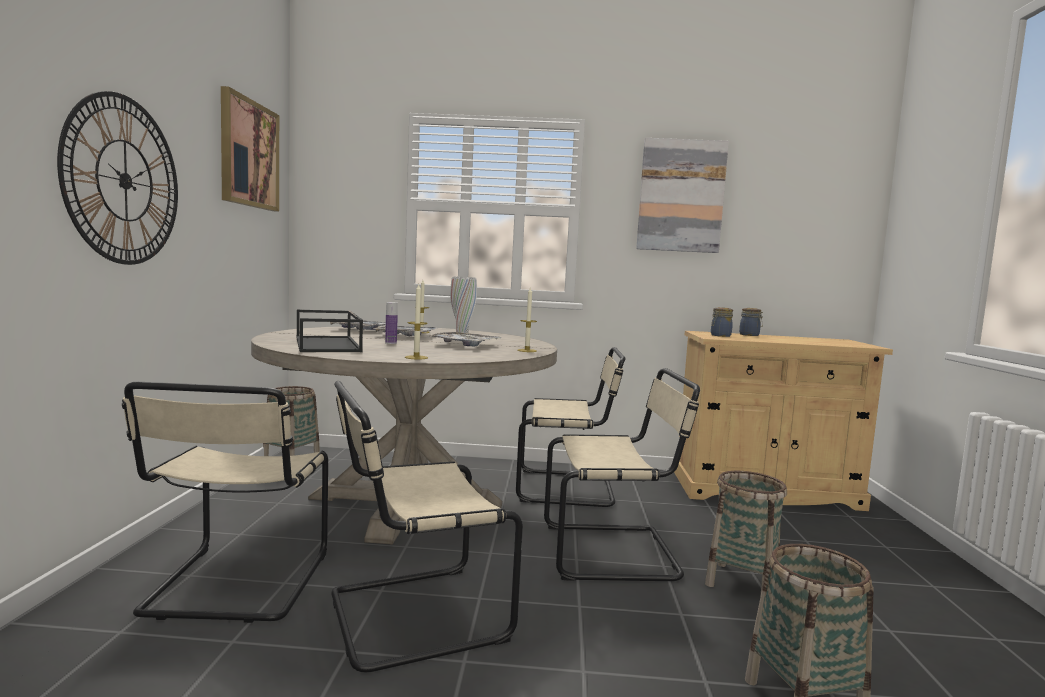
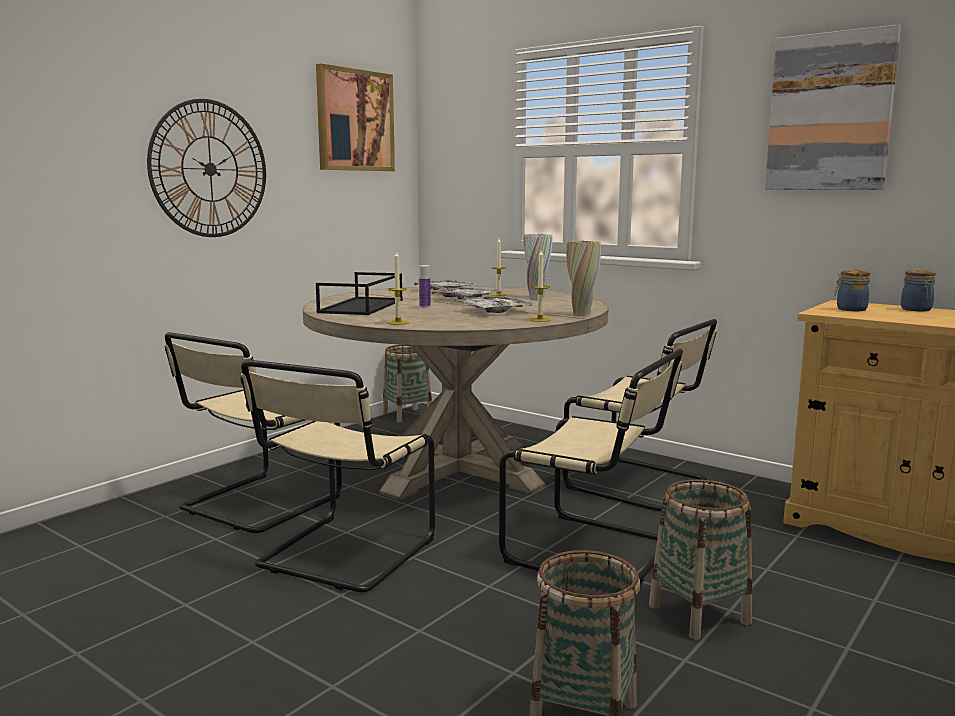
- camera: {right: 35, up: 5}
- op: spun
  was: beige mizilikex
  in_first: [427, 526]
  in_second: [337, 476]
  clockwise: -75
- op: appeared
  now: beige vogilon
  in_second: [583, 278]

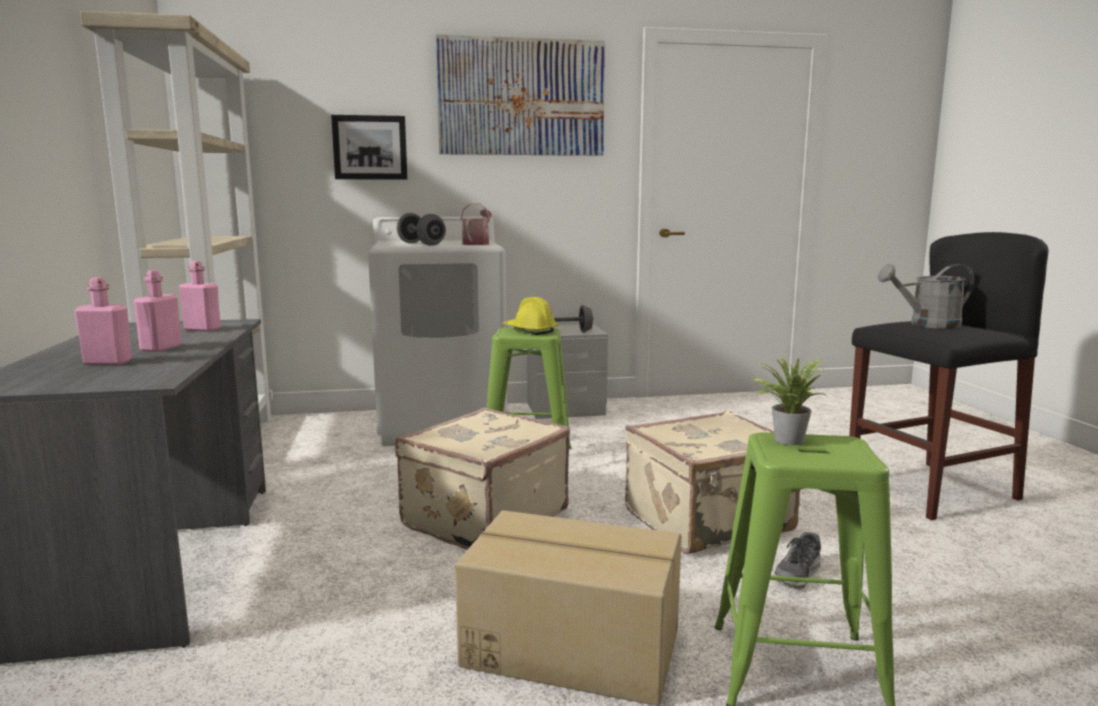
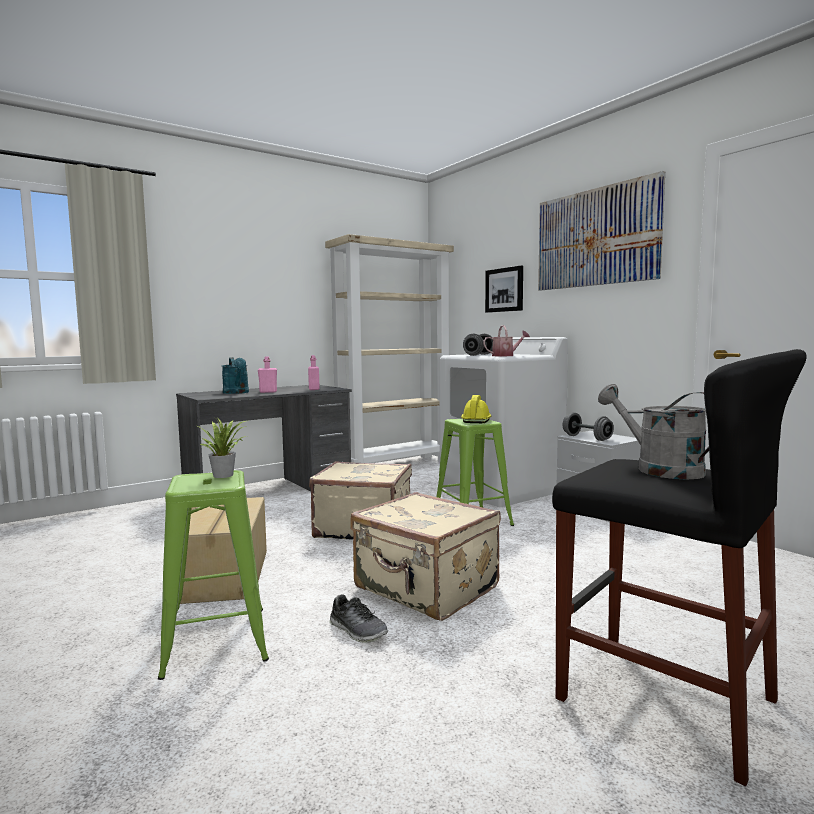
- camera: {right: 65, up: -5}
- op: exchanged
  was: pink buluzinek
  now: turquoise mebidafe
  in_first: [103, 321]
  in_second: [235, 375]
- op: spun
  was: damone
  in_first: [797, 560]
  in_second: [358, 618]
  clockwise: -150

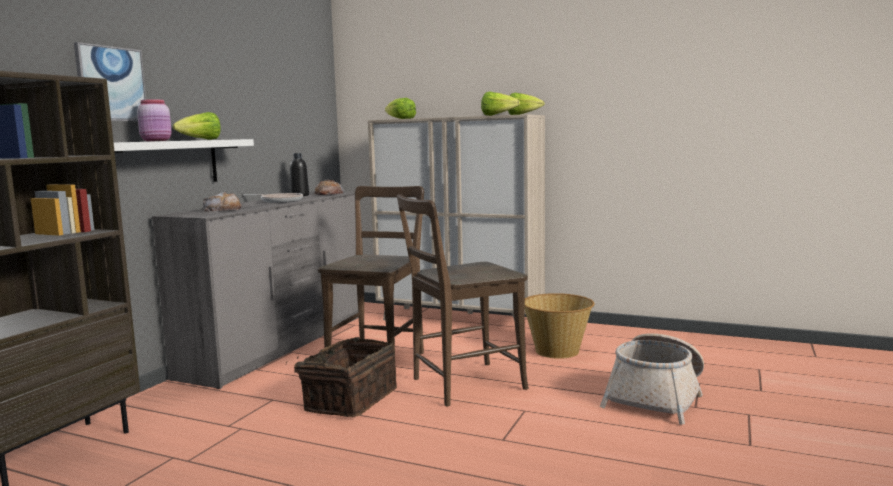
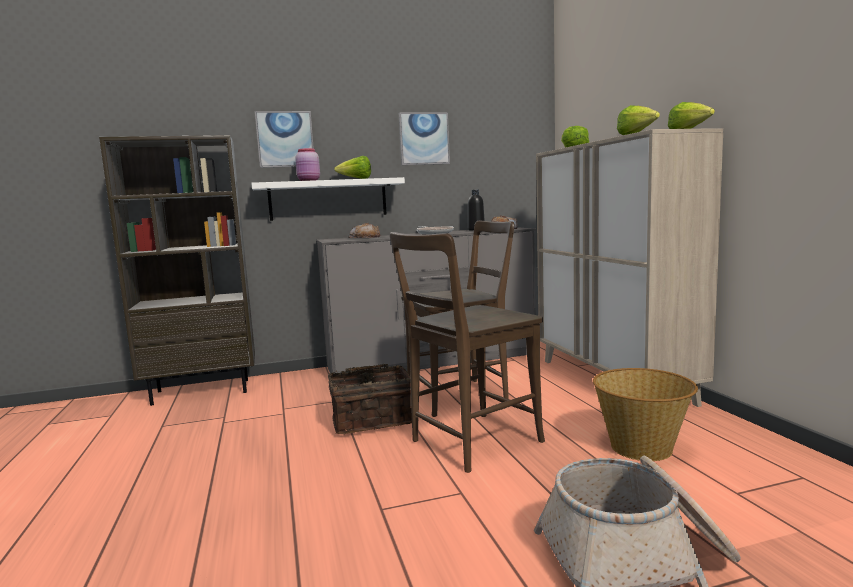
- camera: {right: 50, up: 0}
- op: spun
  was: brown mizilikex
  in_first: [463, 300]
  in_second: [467, 352]
  clockwise: -60
- op: appeared
  now: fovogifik
  in_second: [424, 139]

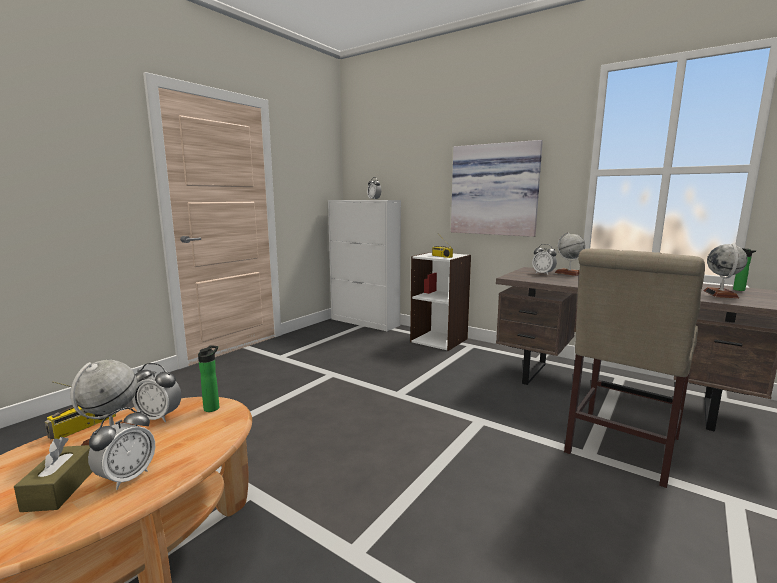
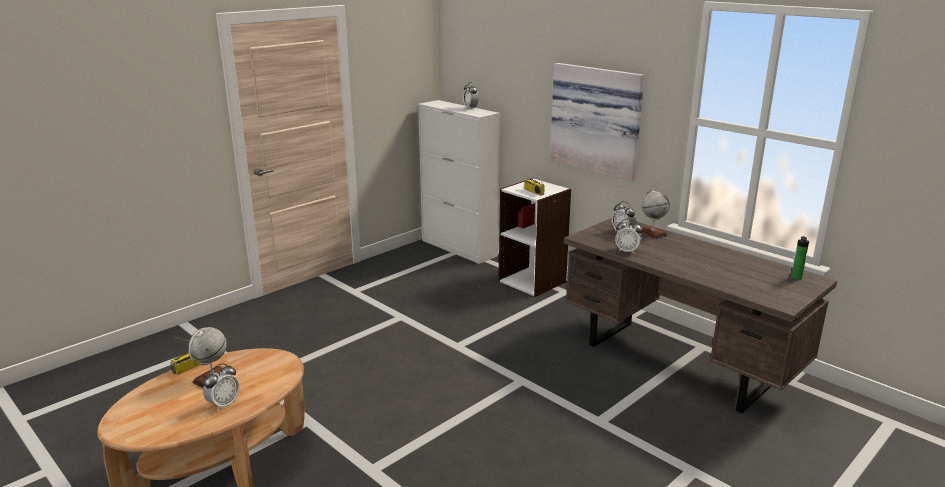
- camera: {right: 10, up: 10}
- op: relocated
  was: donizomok
  in_first: [156, 392]
  in_second: [628, 236]
- op: missing
  was: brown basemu
  in_first: [53, 474]
- op: missing
  was: buluzinek
  in_first: [208, 378]
- op: missing
  was: beige mizilikex
  in_first: [634, 368]
- op: missing
  was: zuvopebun
  in_first: [725, 270]

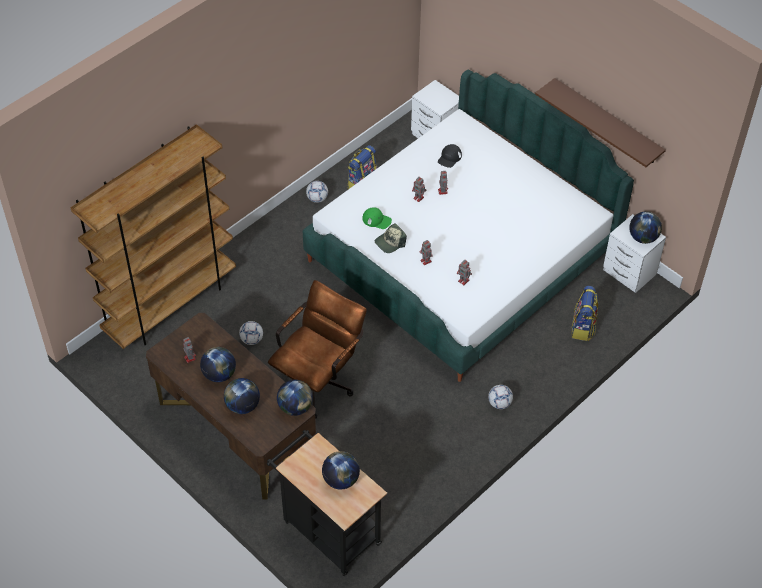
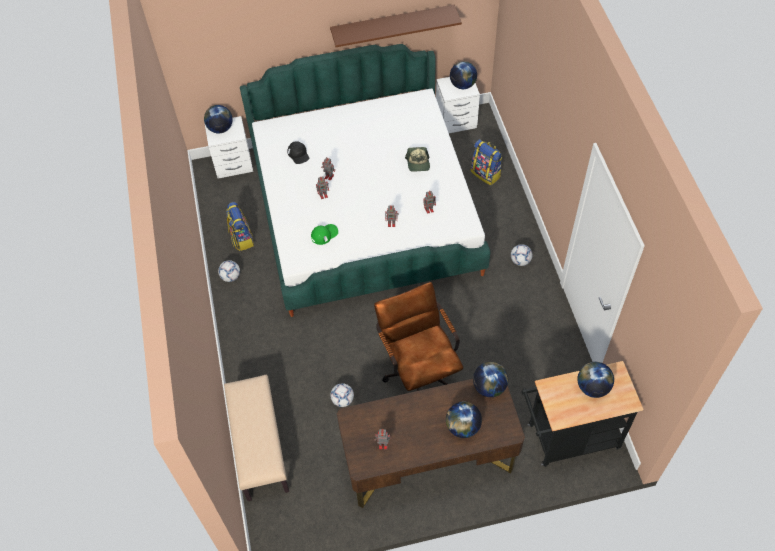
- camera: {right: -55, up: 5}
- op: relocated
  was: zuvopebun
  in_first: [218, 364]
  in_second: [218, 119]
- op: exchanged
  was: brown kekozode
  now: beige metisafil
  in_first: [153, 236]
  in_second: [256, 438]
- op: relocated
  was: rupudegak
  in_first: [391, 238]
  in_second: [417, 159]

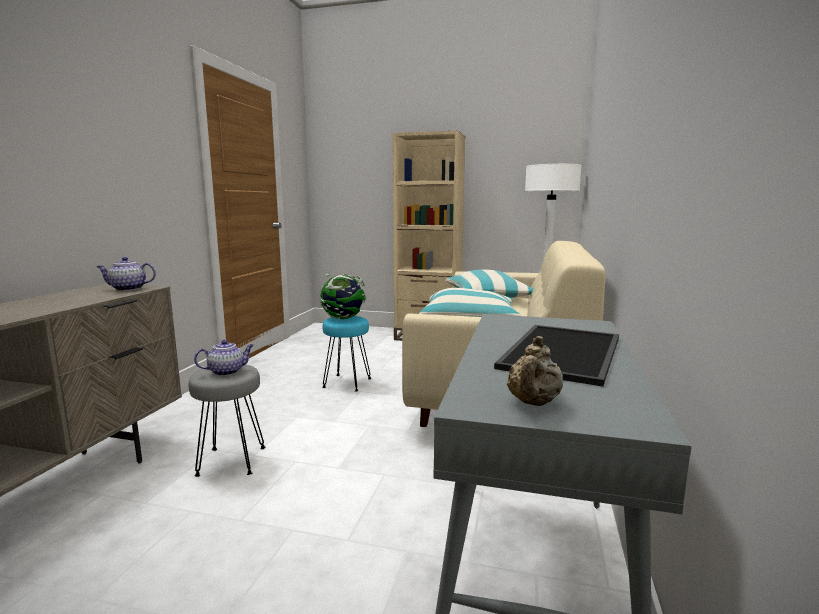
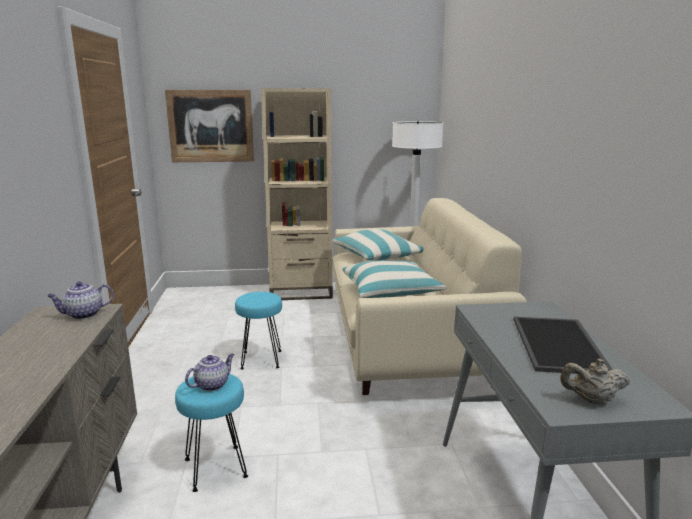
- camera: {right: -20, up: 5}
- op: appeared
  now: fovogifik
  in_second: [209, 126]
- op: colour
  was: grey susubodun
  now: turquoise susubodun
  in_first: [227, 421]
  in_second: [211, 433]
- op: spun
  was: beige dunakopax
  in_first: [535, 371]
  in_second: [595, 382]
  clockwise: 90
- op: missing
  was: zuvopebun
  in_first: [343, 296]

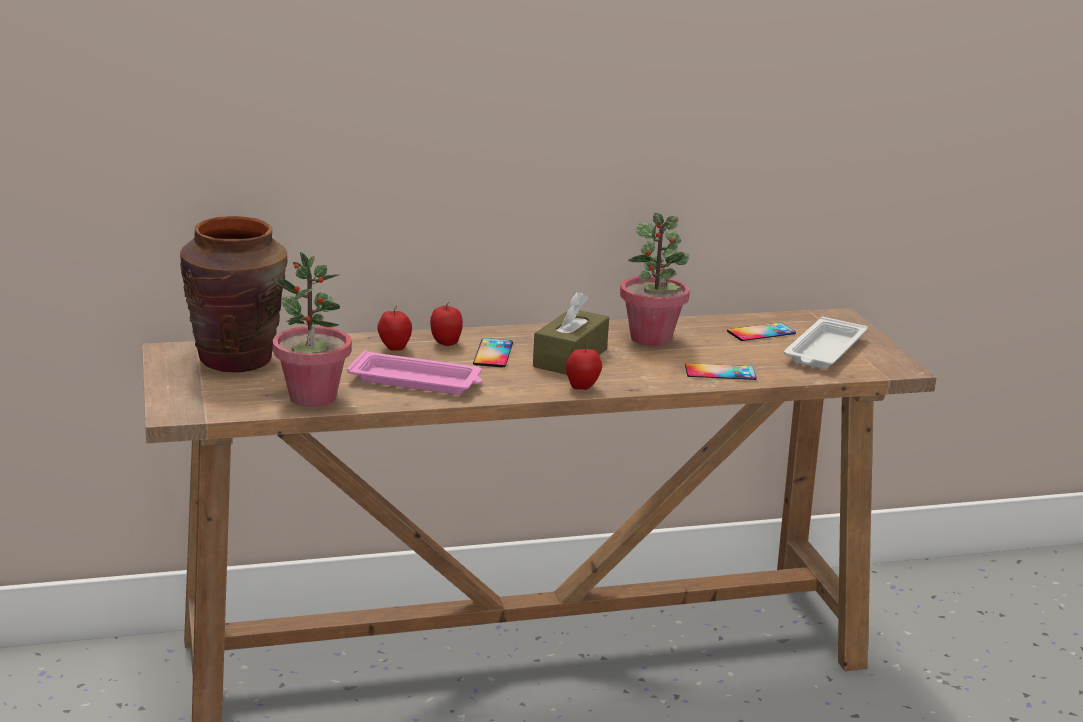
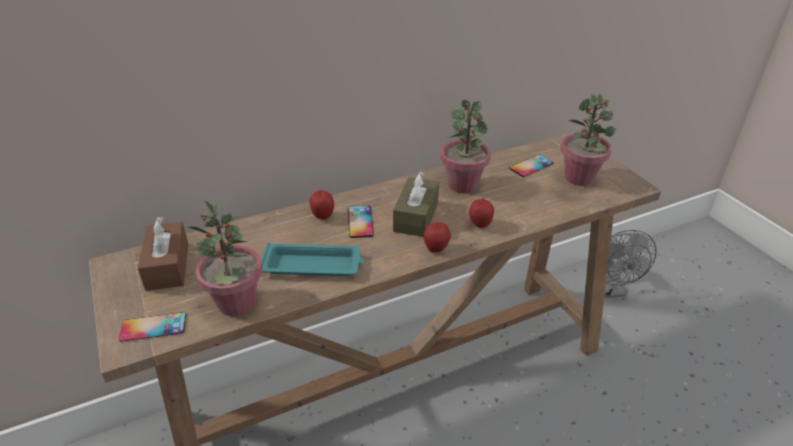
- camera: {right: -10, up: 15}
- op: relocated
  was: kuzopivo
  in_first: [720, 371]
  in_second: [152, 327]
- op: exchanged
  was: brown vogilon
  now: brown basemu
  in_first: [234, 294]
  in_second: [163, 254]
- op: colour
  was: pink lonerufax
  now: turquoise lonerufax
  in_first: [414, 372]
  in_second: [312, 259]
- op: relocated
  was: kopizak
  in_first: [394, 328]
  in_second: [481, 212]
- op: exchanged
  was: white lonerufax
  now: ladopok
  in_first: [825, 343]
  in_second: [588, 140]
- op: appeared
  now: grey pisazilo
  in_second: [630, 264]

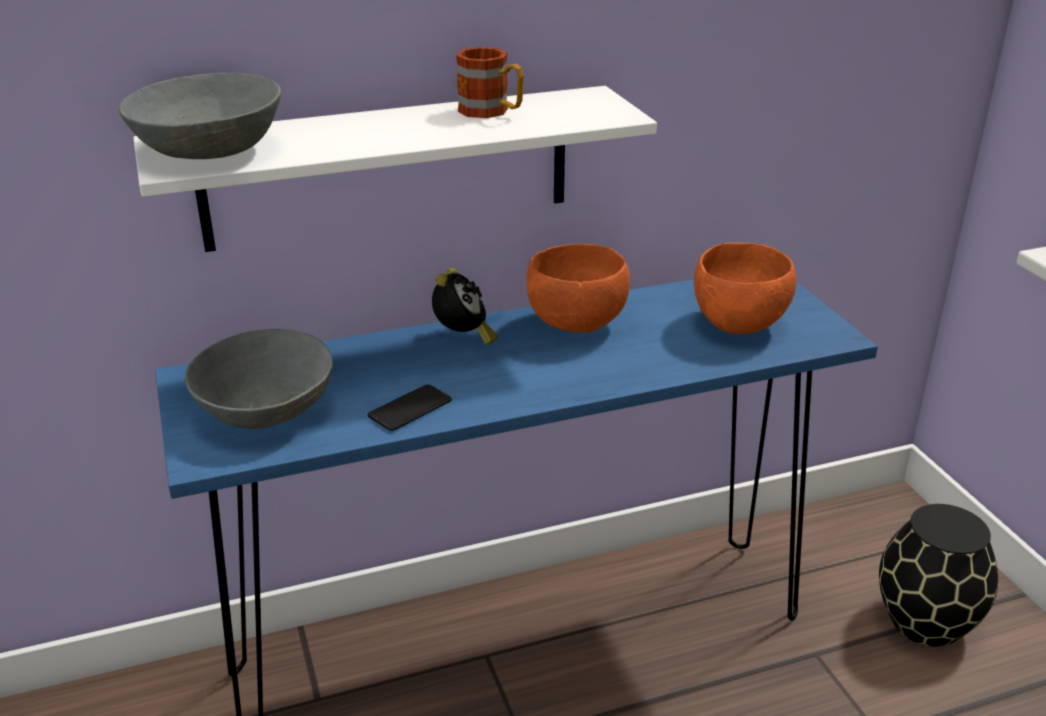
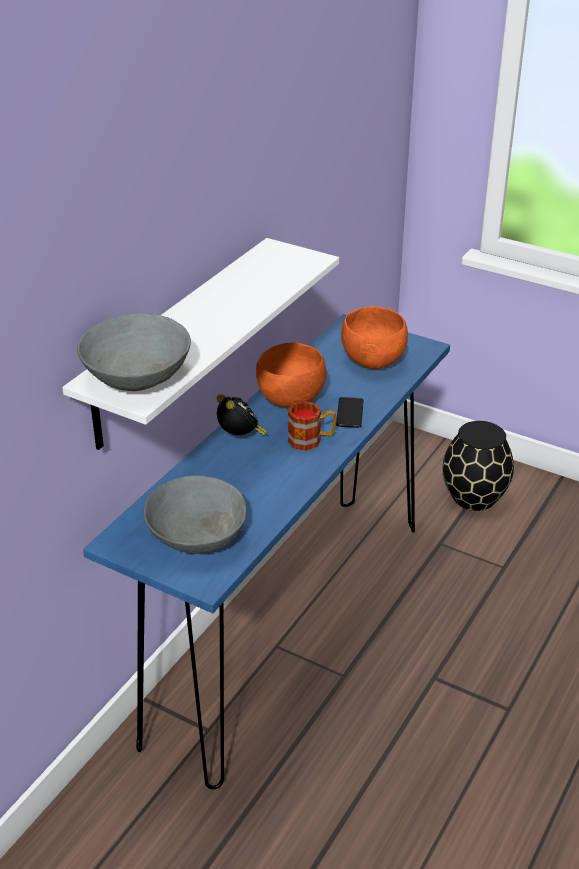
- camera: {right: -40, up: 5}
- op: relocated
  was: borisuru
  in_first: [490, 82]
  in_second: [312, 426]
- op: relocated
  was: kuzopivo
  in_first: [410, 407]
  in_second: [350, 412]

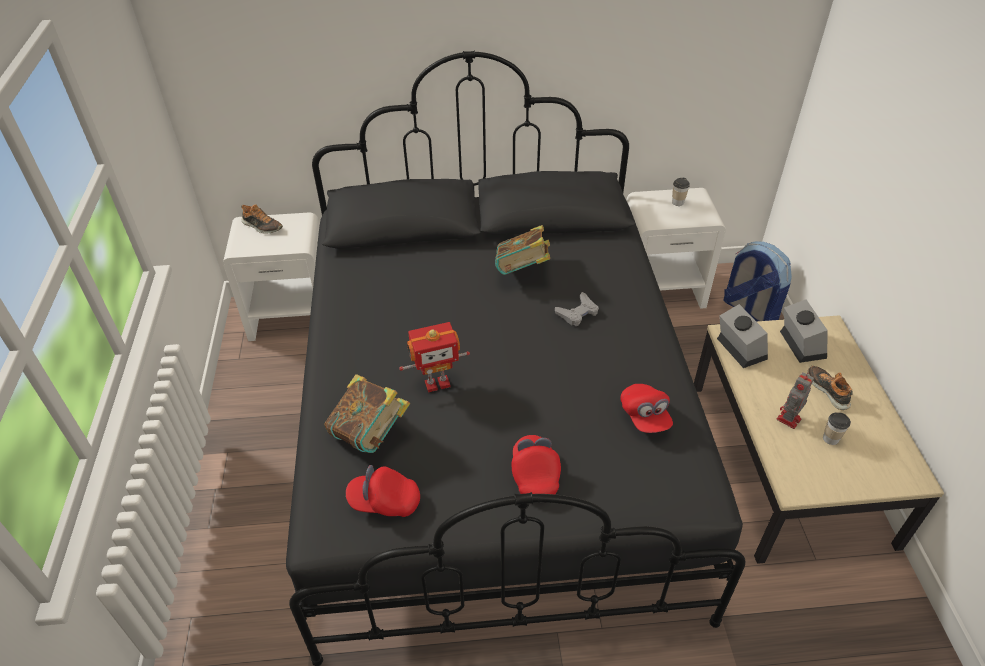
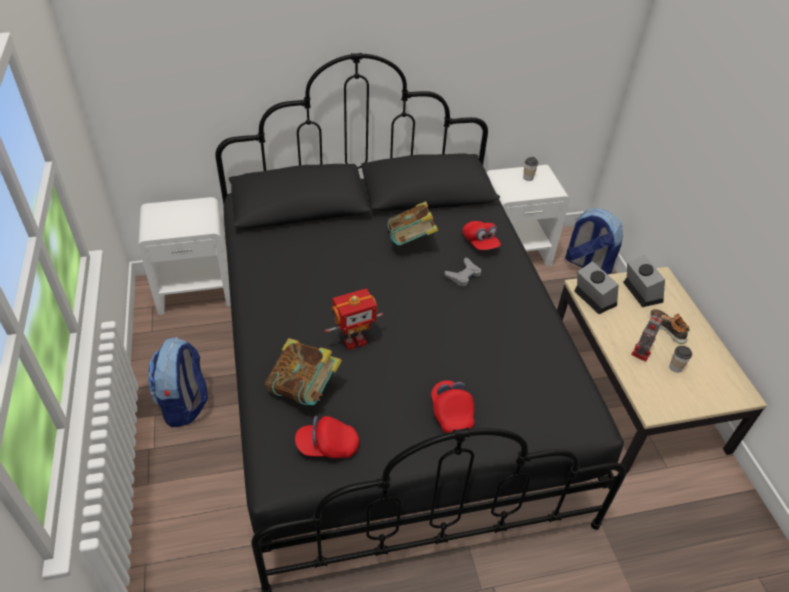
- camera: {right: -10, up: 0}
- op: appeared
  now: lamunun
  in_second: [178, 382]
- op: relocated
  was: red rupudegak
  in_first: [646, 408]
  in_second: [481, 235]
- op: missing
  was: damone
  in_first: [262, 219]

